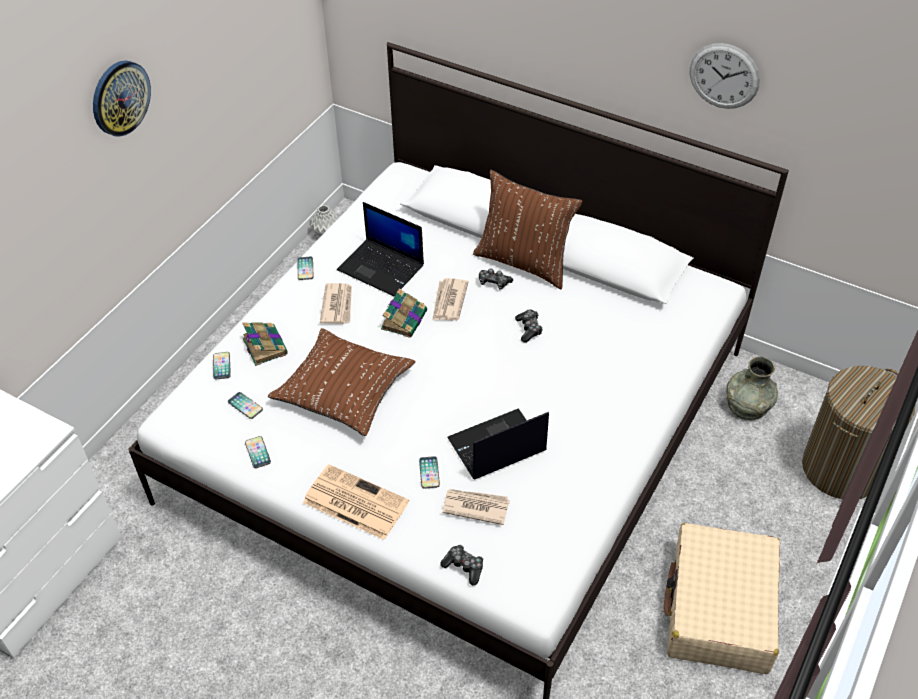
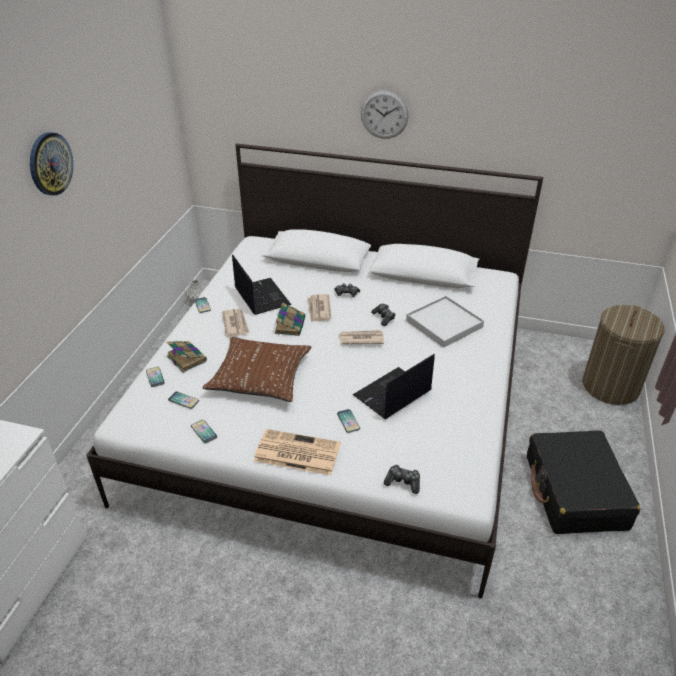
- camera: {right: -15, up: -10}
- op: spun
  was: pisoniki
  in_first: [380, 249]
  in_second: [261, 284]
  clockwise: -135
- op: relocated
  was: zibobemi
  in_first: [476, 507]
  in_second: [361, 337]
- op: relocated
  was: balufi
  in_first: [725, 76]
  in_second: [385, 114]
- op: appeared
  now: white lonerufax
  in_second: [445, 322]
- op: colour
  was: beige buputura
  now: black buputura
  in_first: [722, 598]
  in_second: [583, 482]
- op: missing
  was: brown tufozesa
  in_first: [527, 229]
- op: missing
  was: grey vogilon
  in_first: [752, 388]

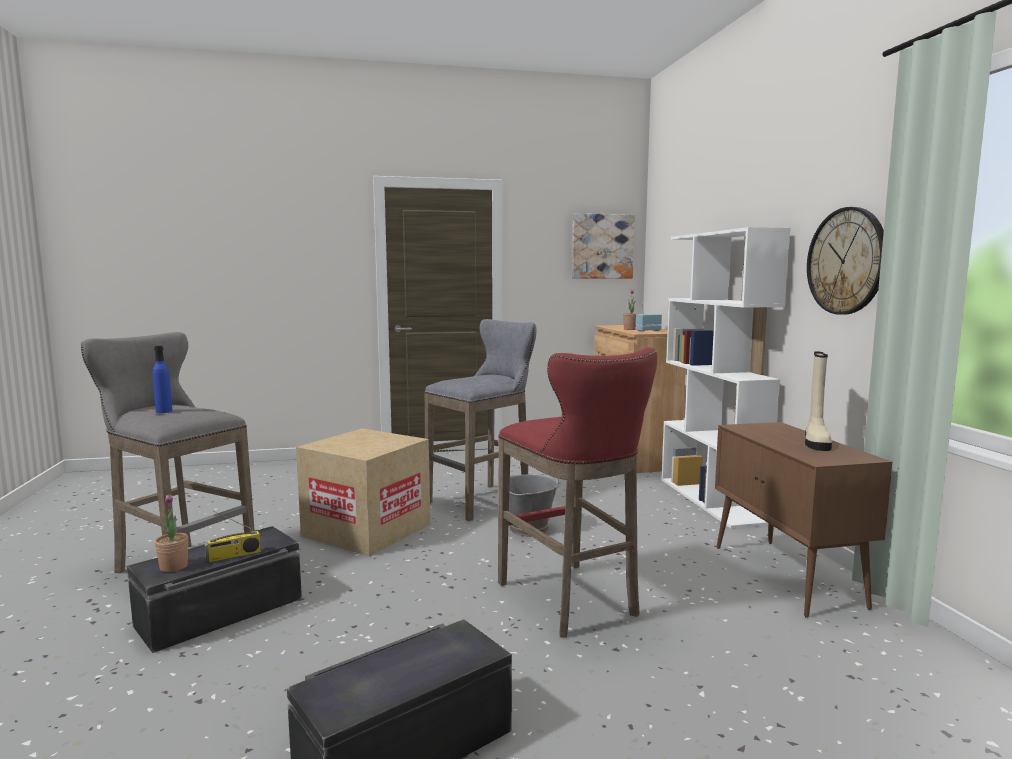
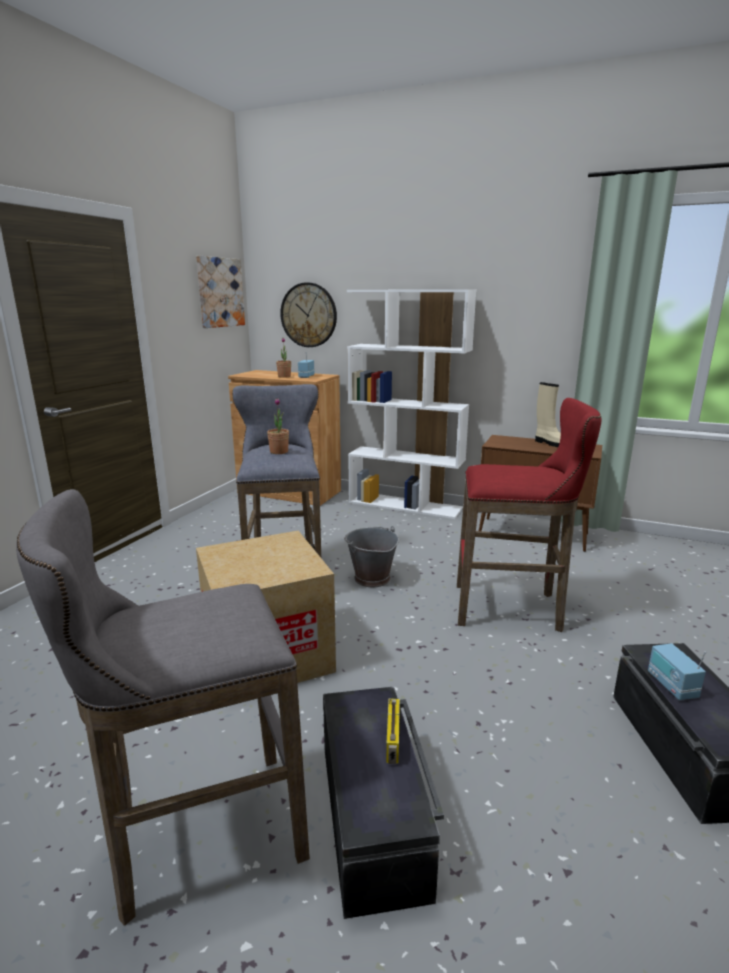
- camera: {right: -55, up: 10}
- op: relocated
  was: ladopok
  in_first: [171, 533]
  in_second: [278, 426]
- op: relocated
  was: balufi
  in_first: [845, 260]
  in_second: [308, 314]
- op: appeared
  now: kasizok
  in_second: [677, 671]
- op: missing
  was: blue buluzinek
  in_first: [162, 379]

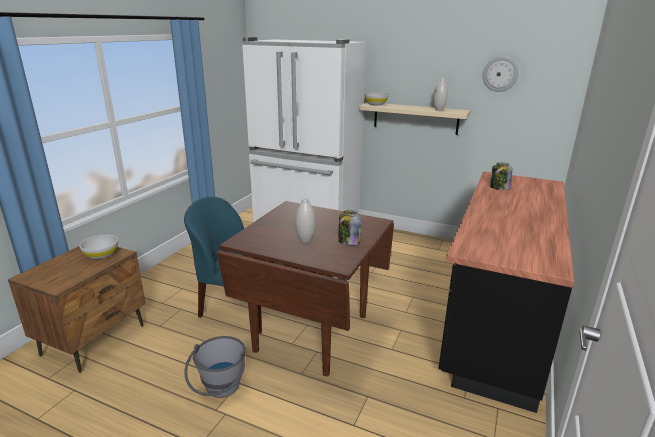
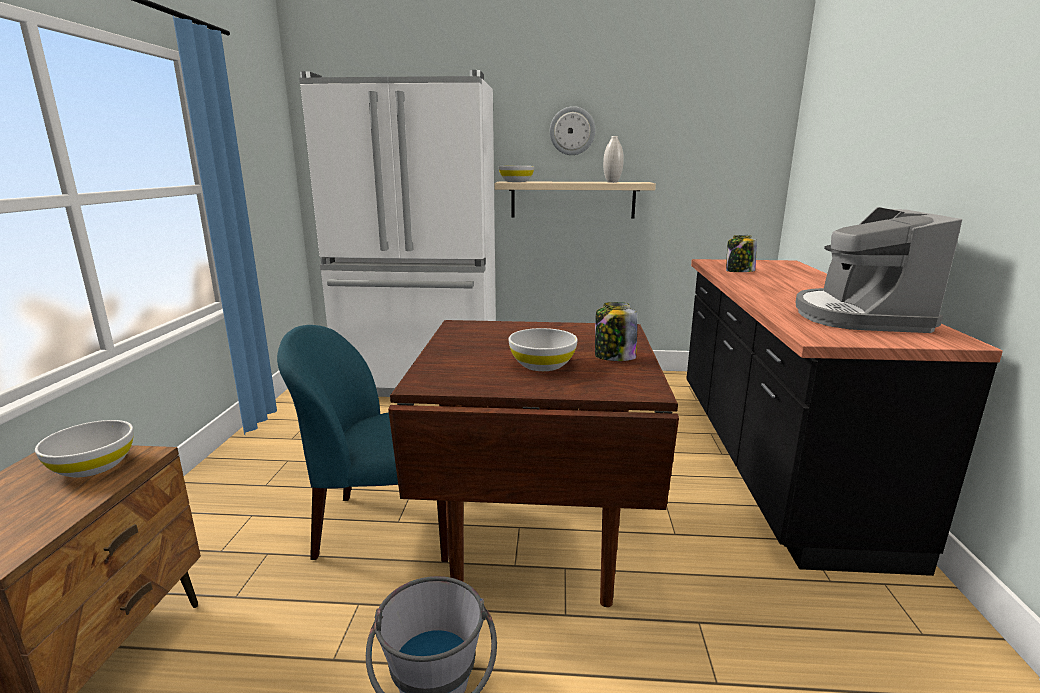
- camera: {right: -20, up: -5}
- op: exchanged
  was: white vogilon
  now: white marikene
  in_first: [305, 220]
  in_second: [543, 349]
- op: relocated
  was: balufi
  in_first: [501, 74]
  in_second: [572, 130]
- op: appeared
  now: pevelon
  in_second: [878, 270]

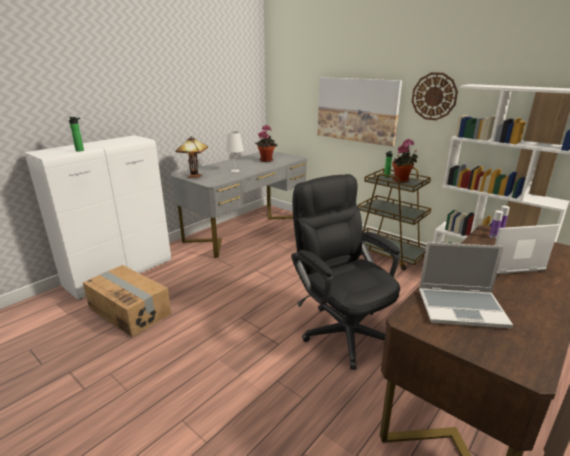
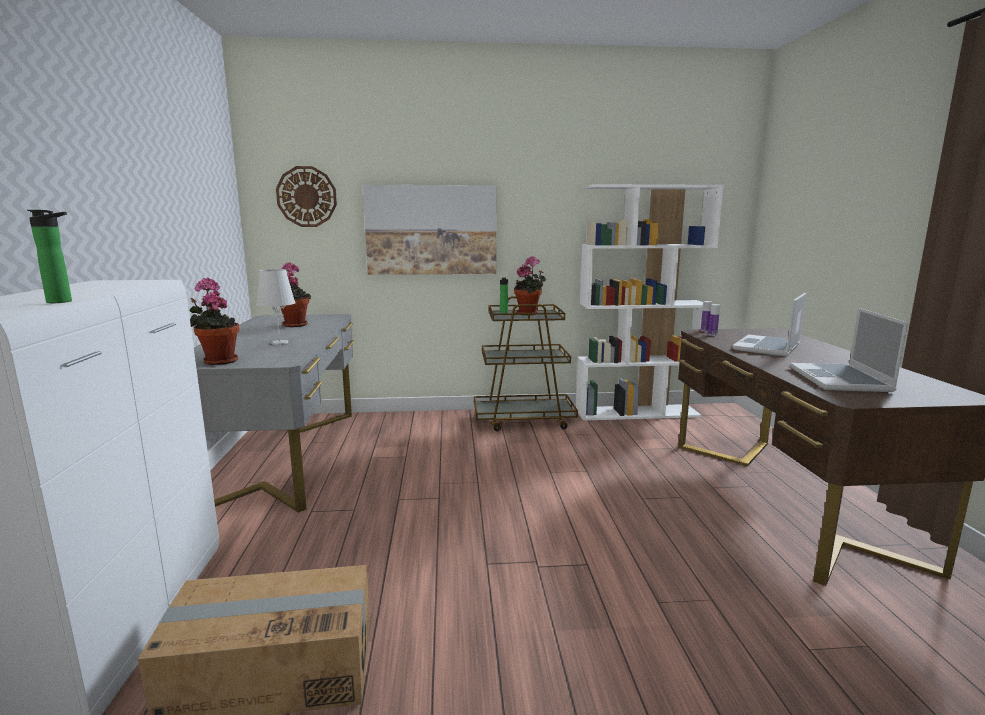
- camera: {right: -45, up: -10}
- op: exchanged
  was: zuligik
  now: ladopok
  in_first: [192, 157]
  in_second: [214, 321]
- op: relocated
  was: balufi
  in_first: [435, 96]
  in_second: [306, 196]
- op: spun
  was: pisoniki
  in_first: [466, 285]
  in_second: [849, 350]
  clockwise: 135
- op: missing
  was: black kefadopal
  in_first: [345, 272]

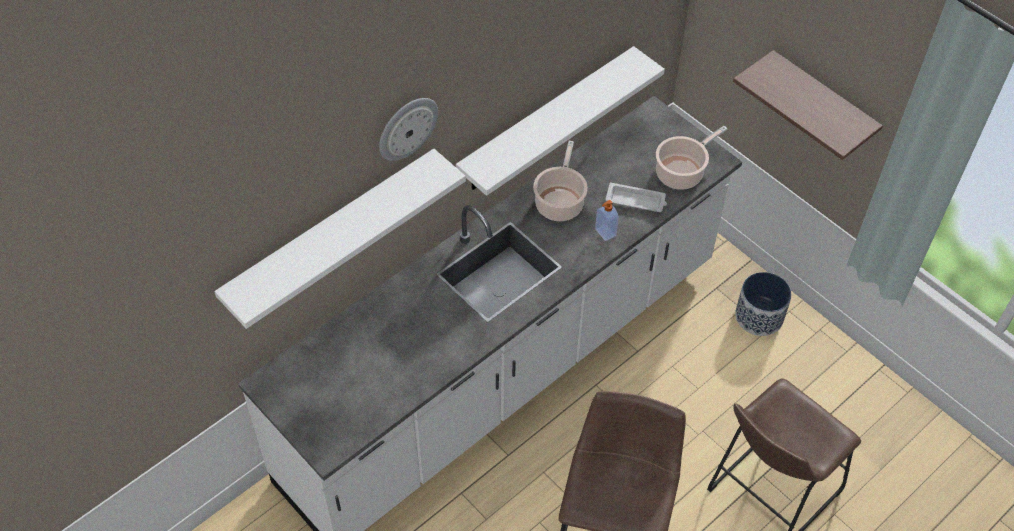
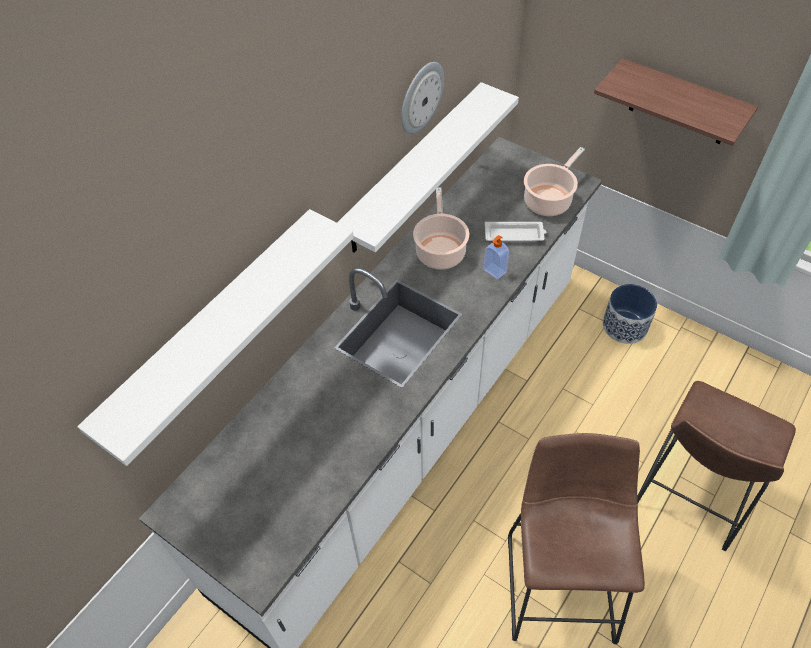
- camera: {right: -10, up: 0}
- op: relocated
  was: balufi
  in_first: [408, 129]
  in_second: [422, 98]

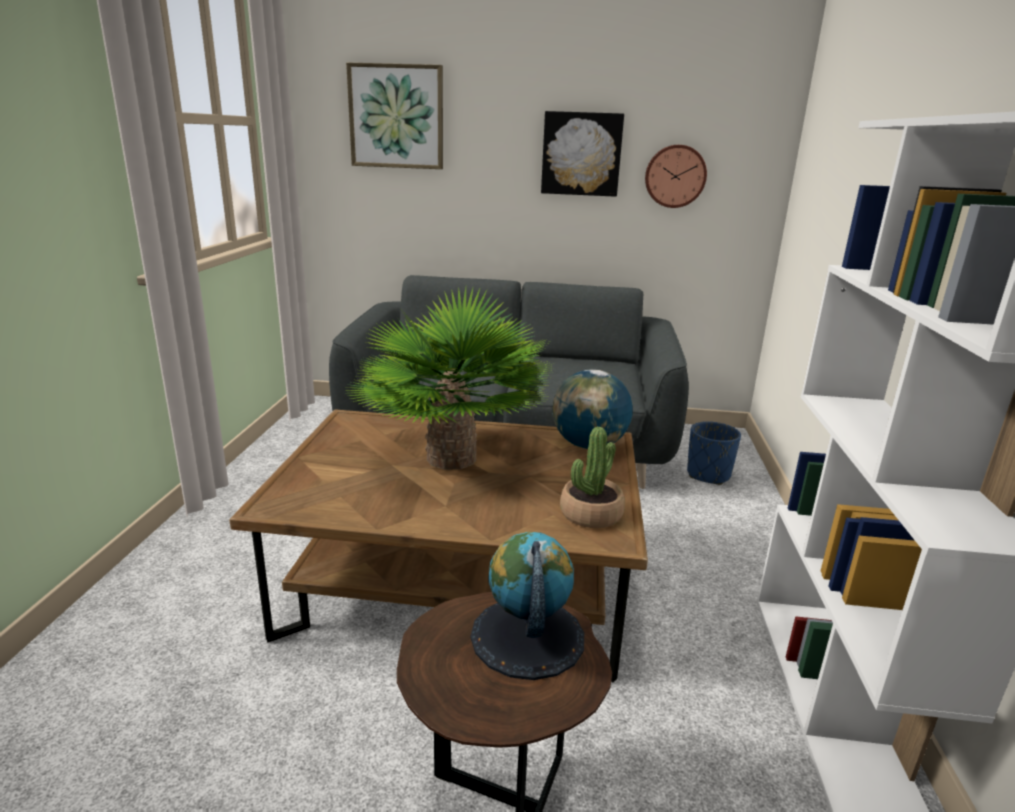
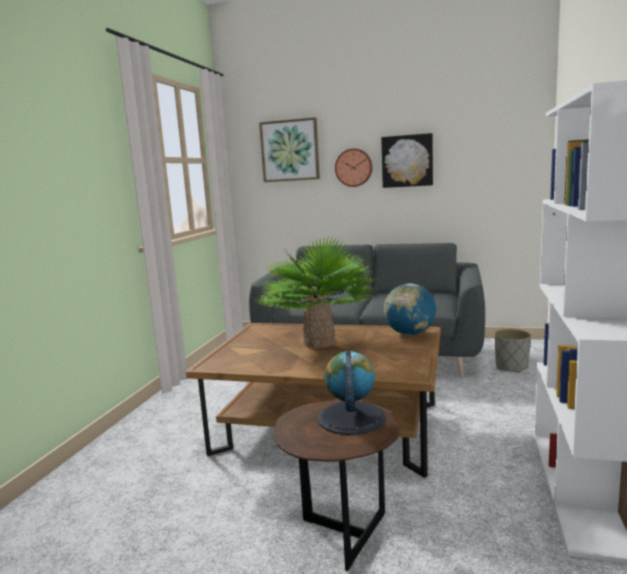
- camera: {right: 10, up: -10}
- op: relocated
  was: balufi
  in_first: [676, 176]
  in_second: [353, 167]
- op: colour
  was: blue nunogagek
  now: grey nunogagek
  in_first: [714, 453]
  in_second: [512, 351]
- op: missing
  was: ladopok
  in_first: [592, 477]

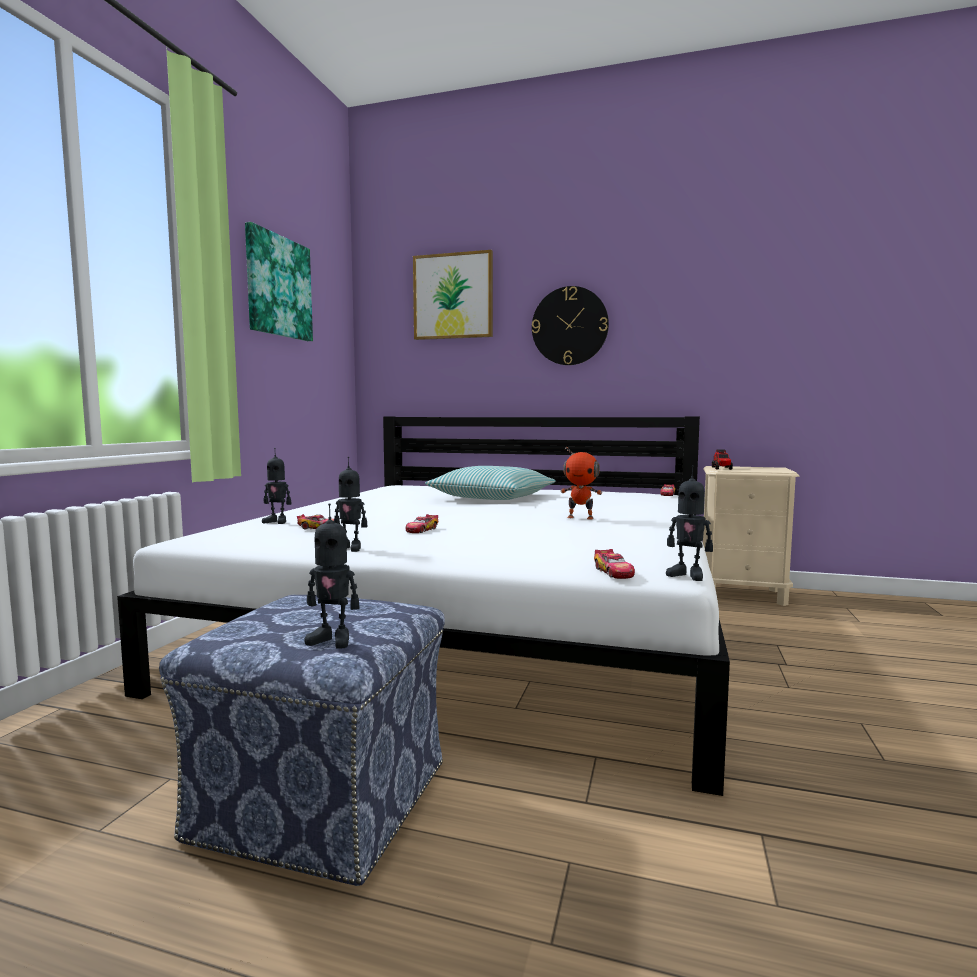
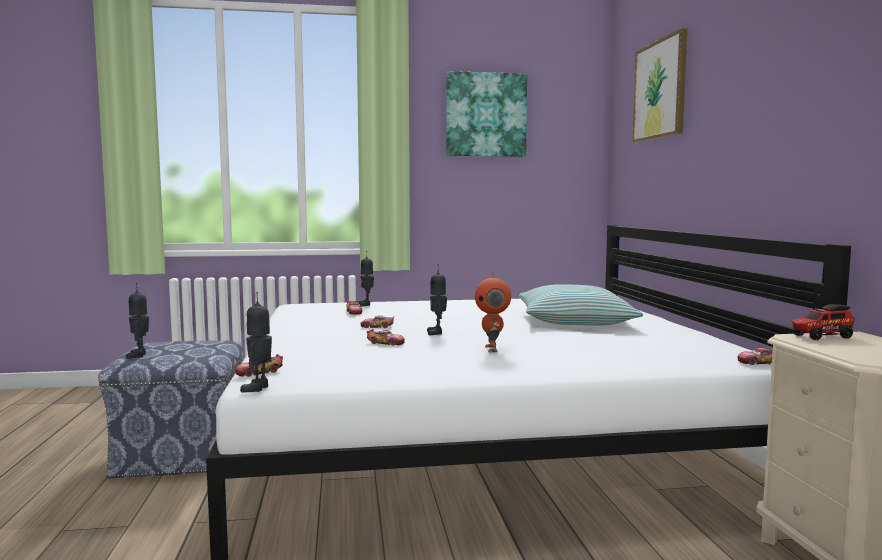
- camera: {right: 65, up: 0}
- op: appeared
  now: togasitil
  in_second: [386, 337]
- op: relocated
  was: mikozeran
  in_first: [351, 504]
  in_second: [437, 303]
- op: missing
  was: balufi
  in_first: [570, 325]

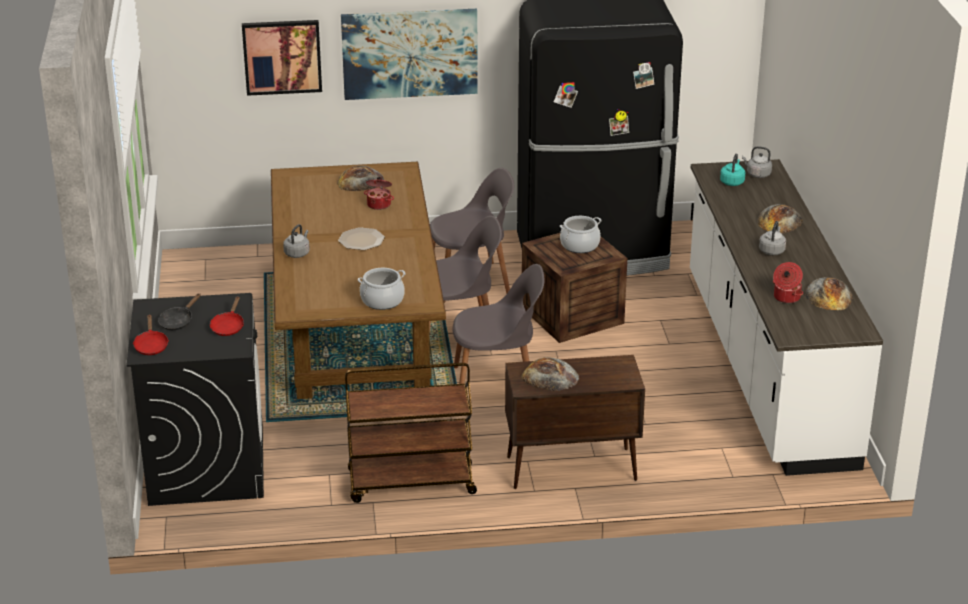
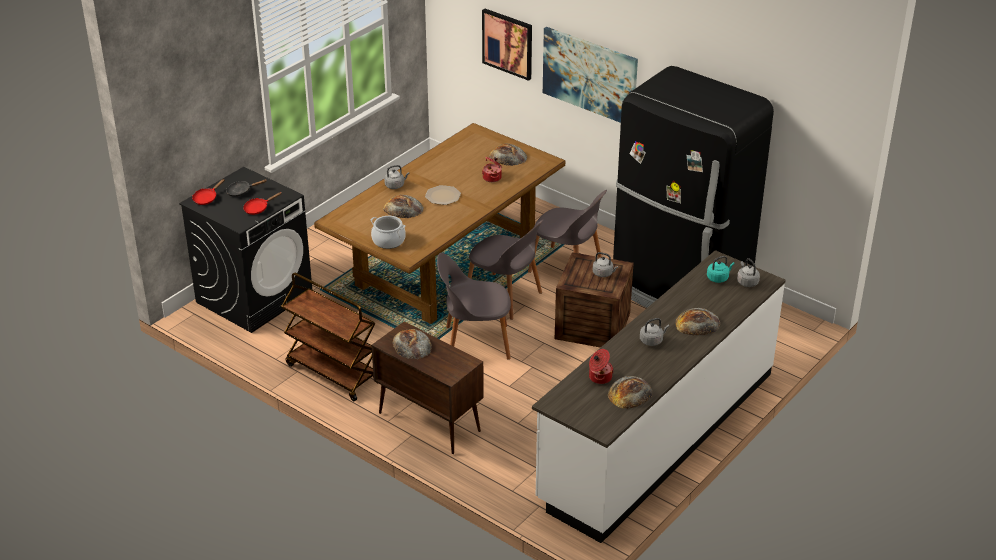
- camera: {right: 45, up: 5}
- op: appeared
  now: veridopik
  in_second: [403, 206]
- op: spun
  was: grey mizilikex
  in_first: [498, 324]
  in_second: [474, 306]
  clockwise: 135
- op: exchanged
  was: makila
  now: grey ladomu
  in_first: [580, 234]
  in_second: [605, 264]

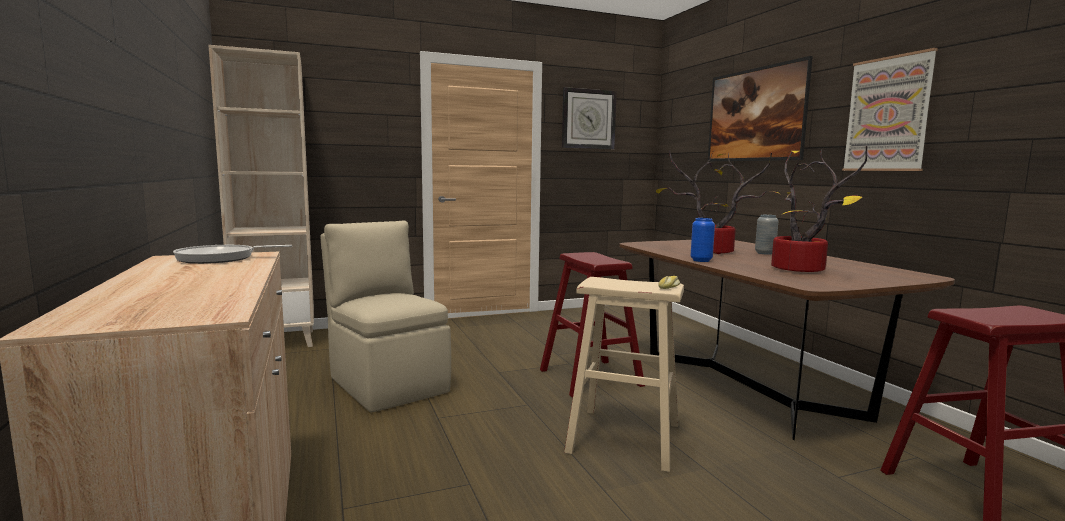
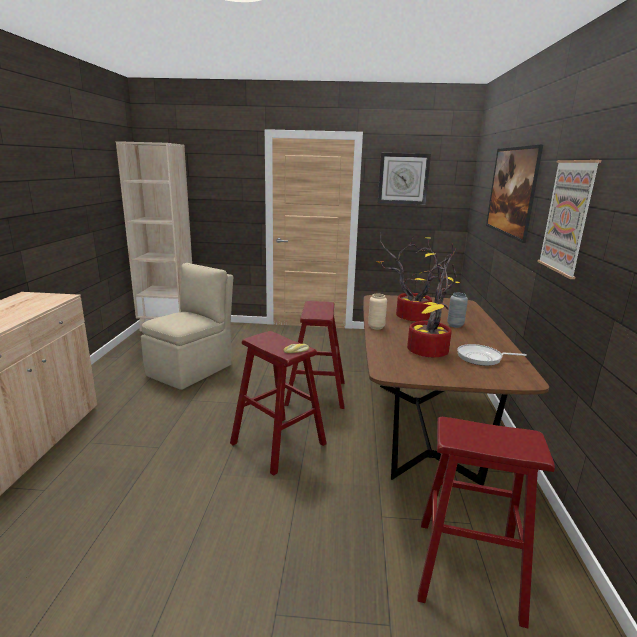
- camera: {right: 25, up: 10}
- op: spun
  was: beige mizilikex
  in_first: [386, 316]
  in_second: [187, 326]
  clockwise: 45
- op: colour
  was: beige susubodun
  now: red susubodun
  in_first: [624, 374]
  in_second: [278, 403]
- op: colour
  was: blue vogilon
  now: beige vogilon
  in_first: [703, 240]
  in_second: [377, 312]
- op: relocated
  was: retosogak
  in_first: [232, 254]
  in_second: [492, 355]

